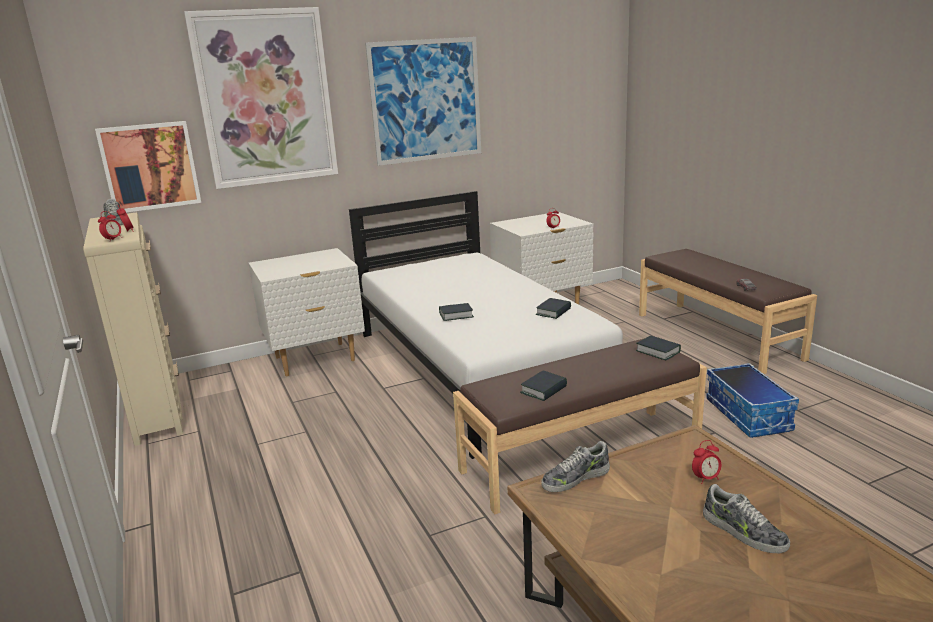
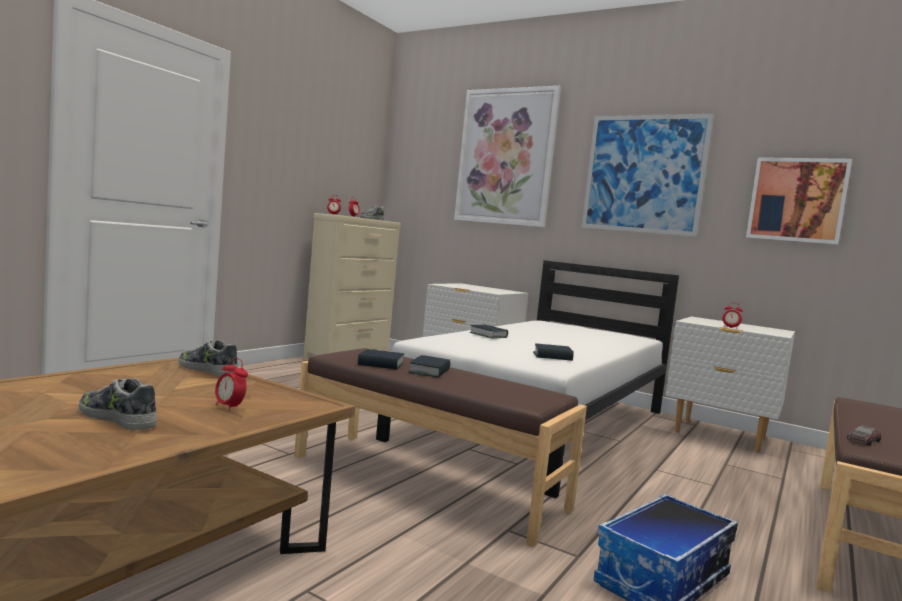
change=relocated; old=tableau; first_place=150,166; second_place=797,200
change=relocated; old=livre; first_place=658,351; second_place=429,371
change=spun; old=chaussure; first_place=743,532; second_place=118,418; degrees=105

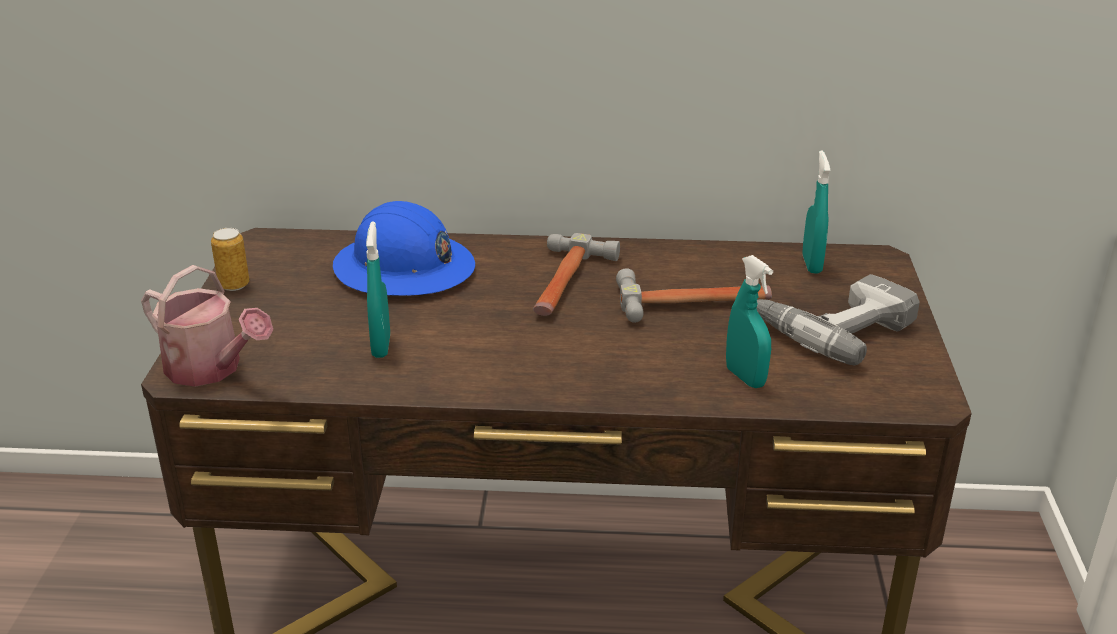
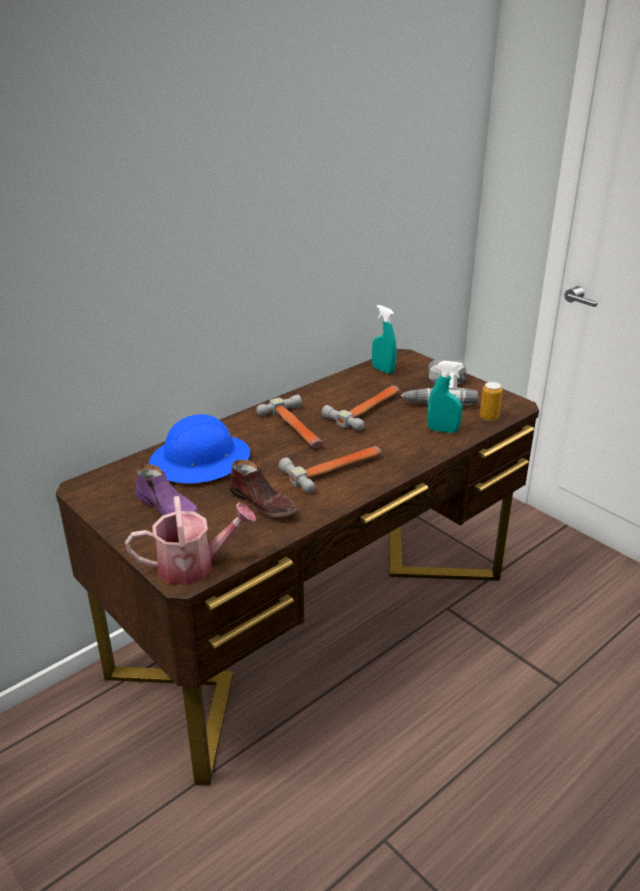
change=appeared; new=chaussure (violet); second_place=169,508
change=appeared; new=marteau; second_place=335,469
change=relocated; old=boîte métallique; first_place=234,285; second_place=489,417
change=exchanged; old=vaporisateur (turquoise); new=chaussure (marron); first_place=381,346; second_place=263,503

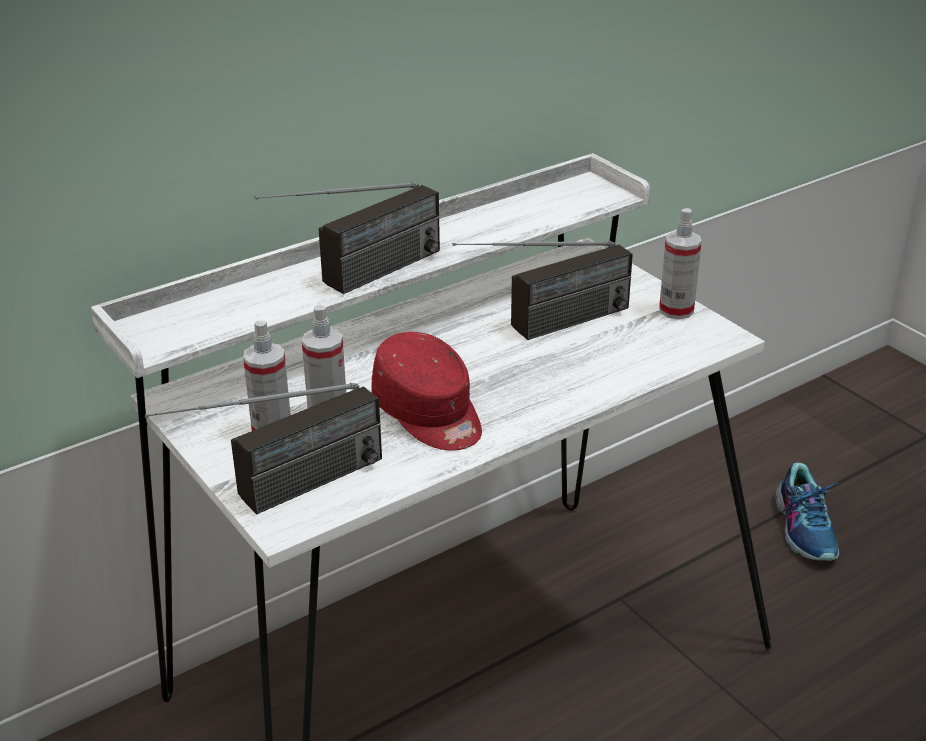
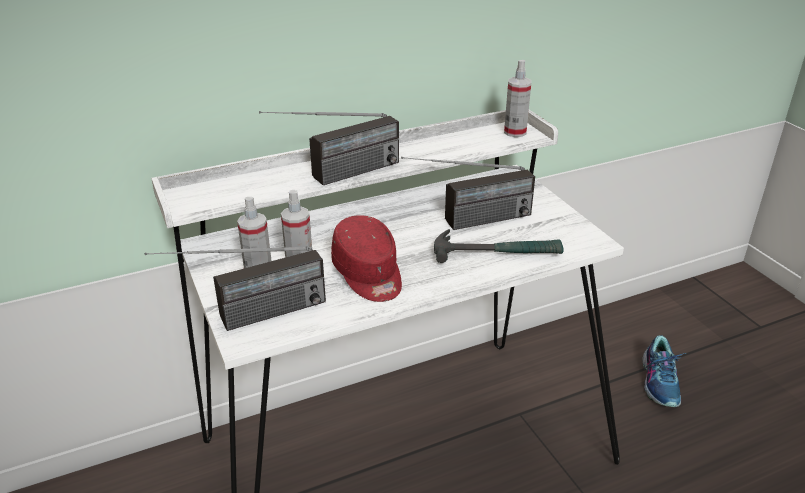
change=appeared; new=marteau; second_place=497,252
change=relocated; old=vaporisateur; first_place=676,310; second_place=515,132

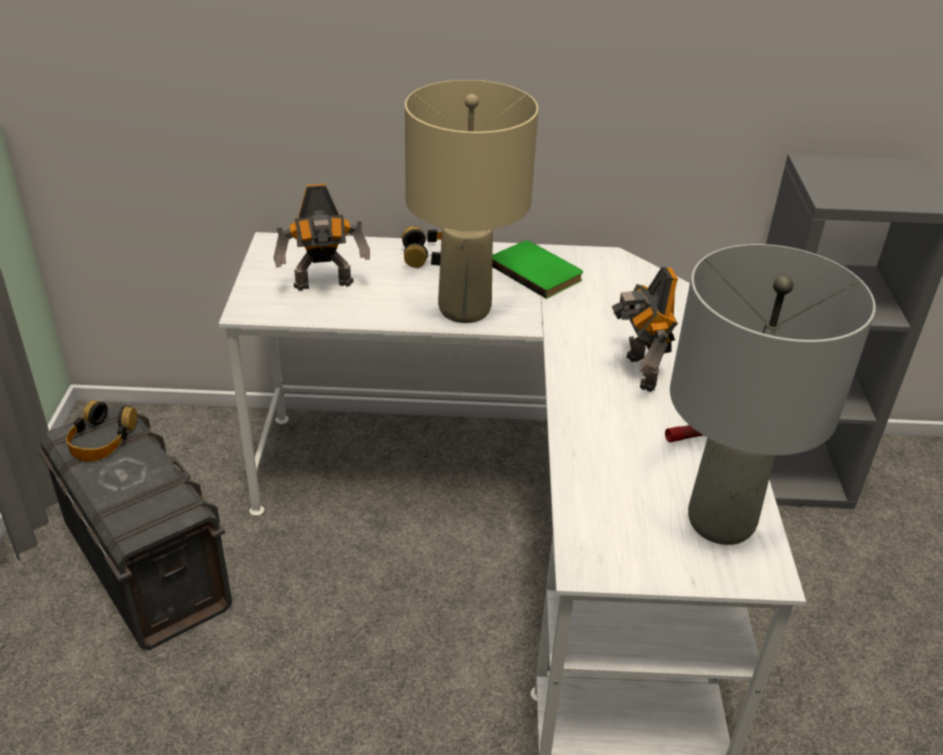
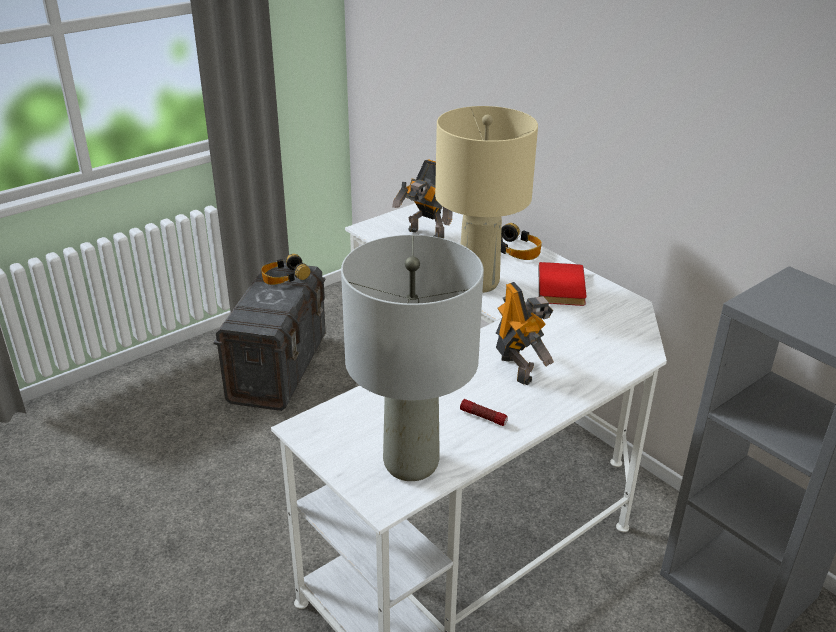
change=colour; old=livre (vert); new=livre (rouge); first_place=537,271; second_place=563,287
change=spun; old=robot jouet; first_place=638,372; second_place=518,368; degrees=120

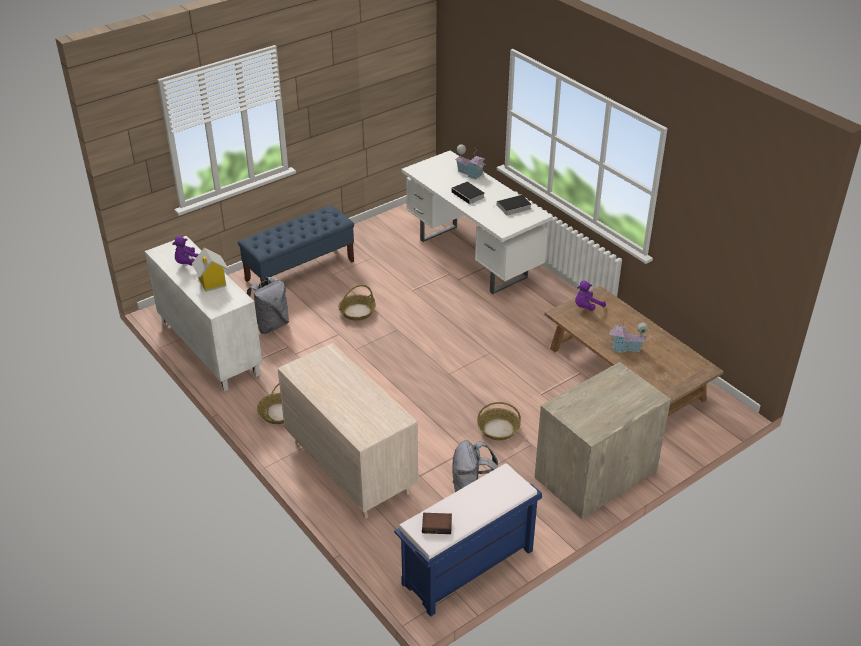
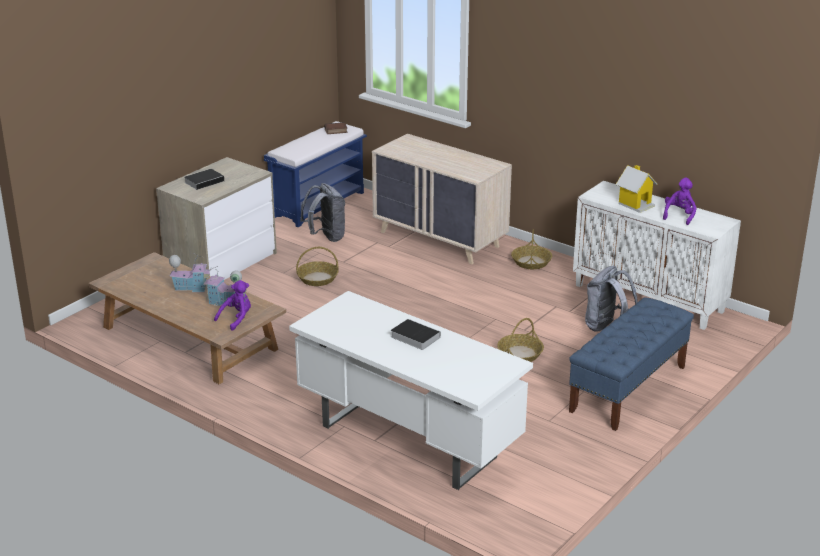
change=relocated; old=maison miniature; first_place=470,173; second_place=224,302
change=relocated; old=livre; first_place=513,207; second_place=205,181

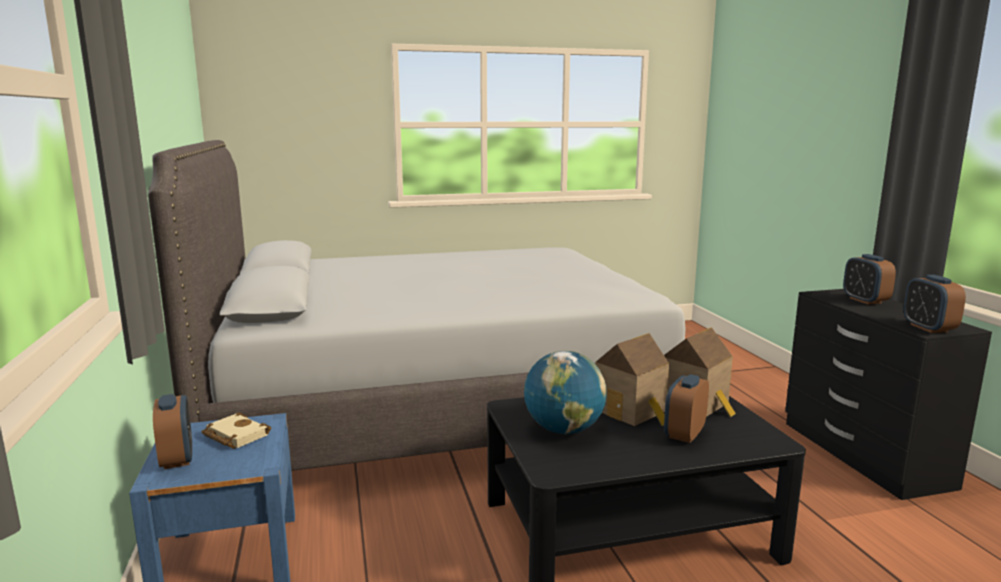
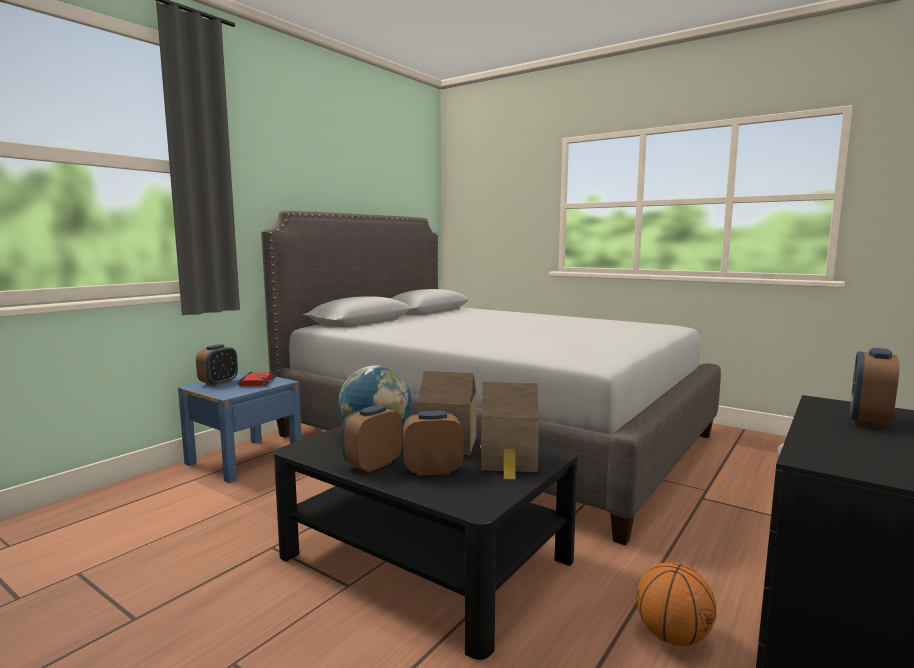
change=appeared; new=ballon de basket; second_place=673,636
change=relocated; old=réveil; first_place=928,328; second_place=373,464
change=colour; old=livre (beige); new=livre (rouge); first_place=234,436; second_place=256,382

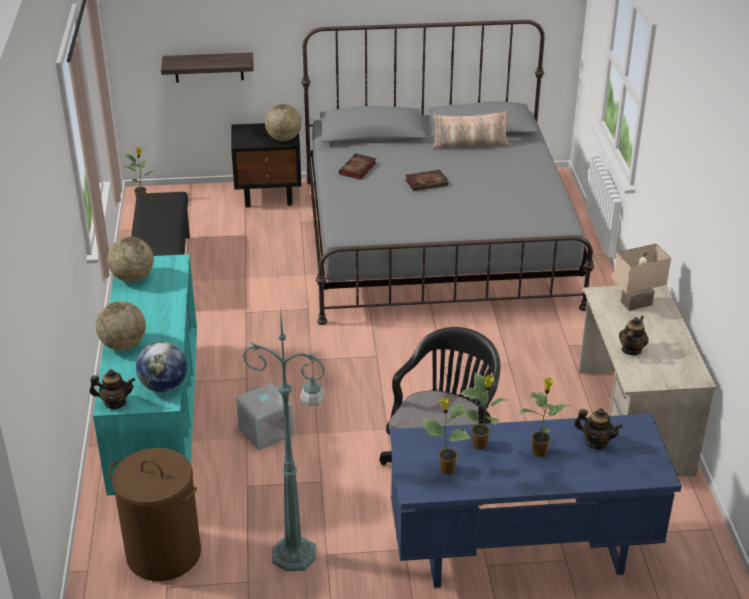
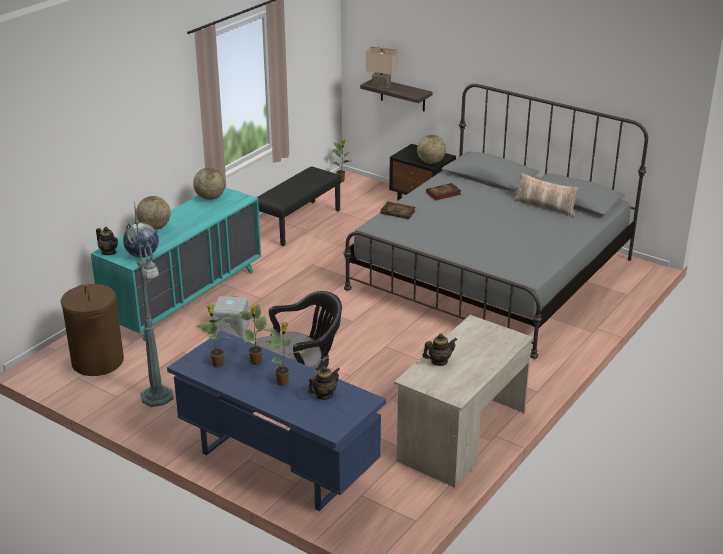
change=relocated; old=livre; first_place=427,182; second_place=399,212
change=relocated; old=lampe de table (beige); first_place=636,302; second_place=382,85
change=spun; old=théière; first_place=596,442; second_place=324,395; degrees=-105

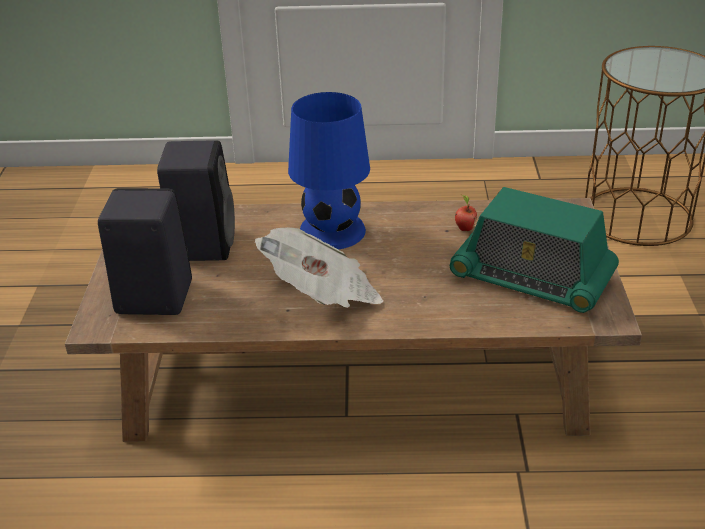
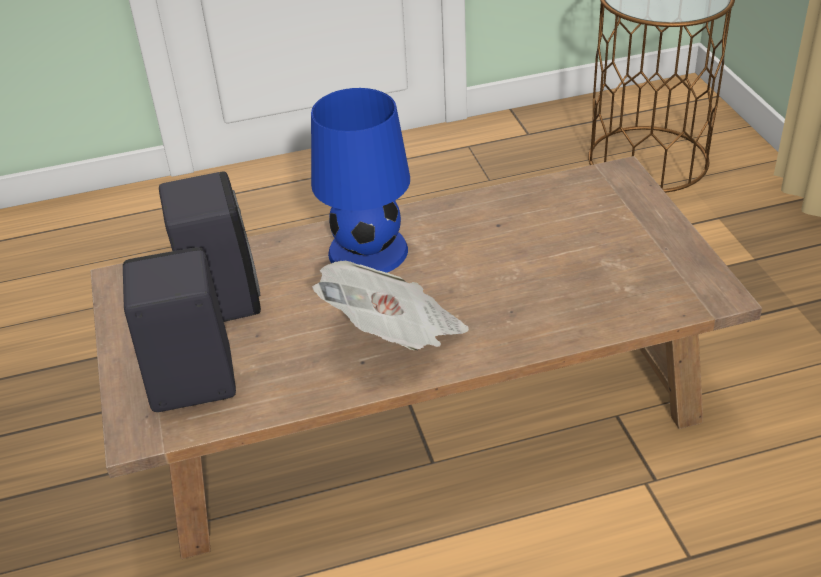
change=missing; old=radio; first_place=532,278
change=missing; old=pomme; first_place=464,228

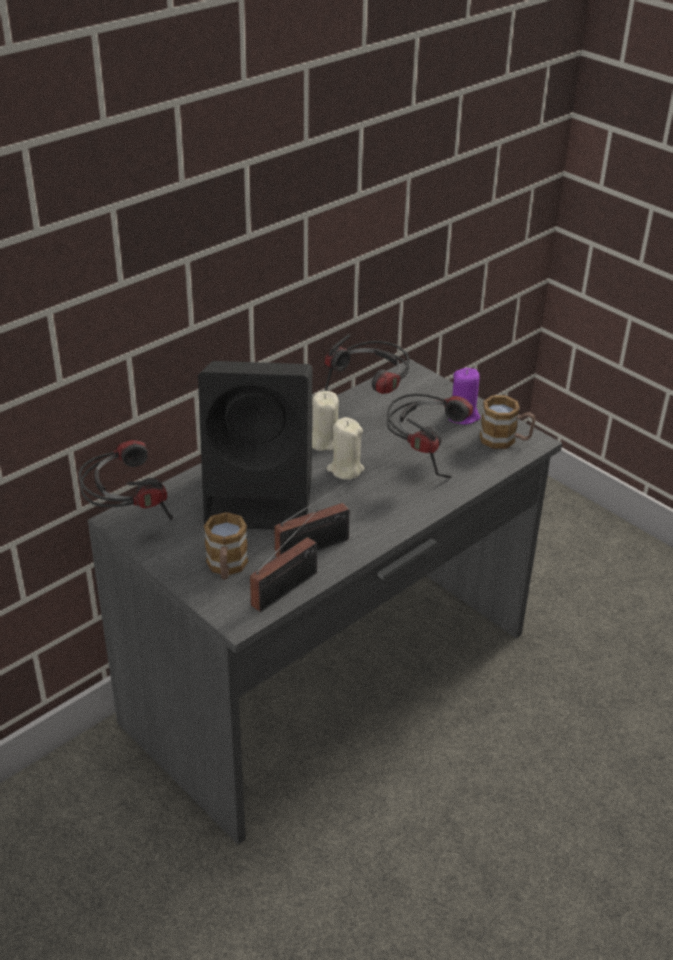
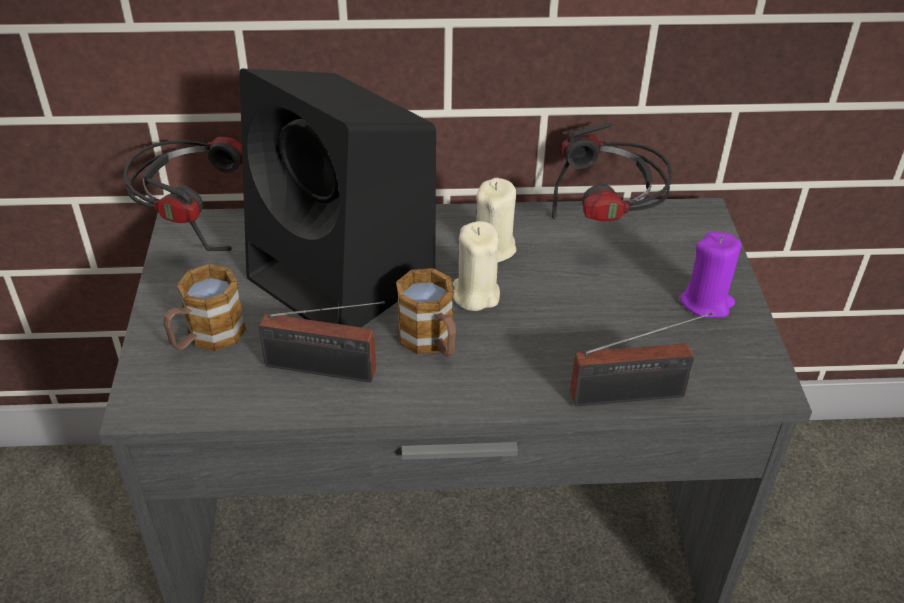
change=missing; old=casque audio; first_place=423,457
change=relocated; old=radio; first_place=288,587; second_place=634,395
change=relocated; old=mug; first_place=505,440; second_place=431,342

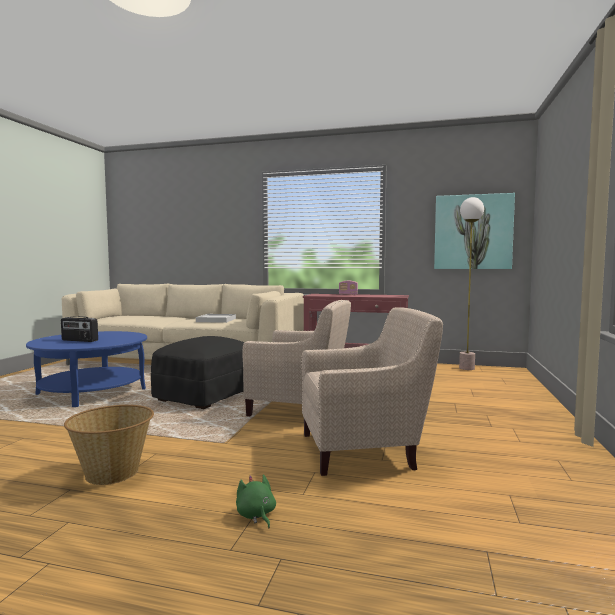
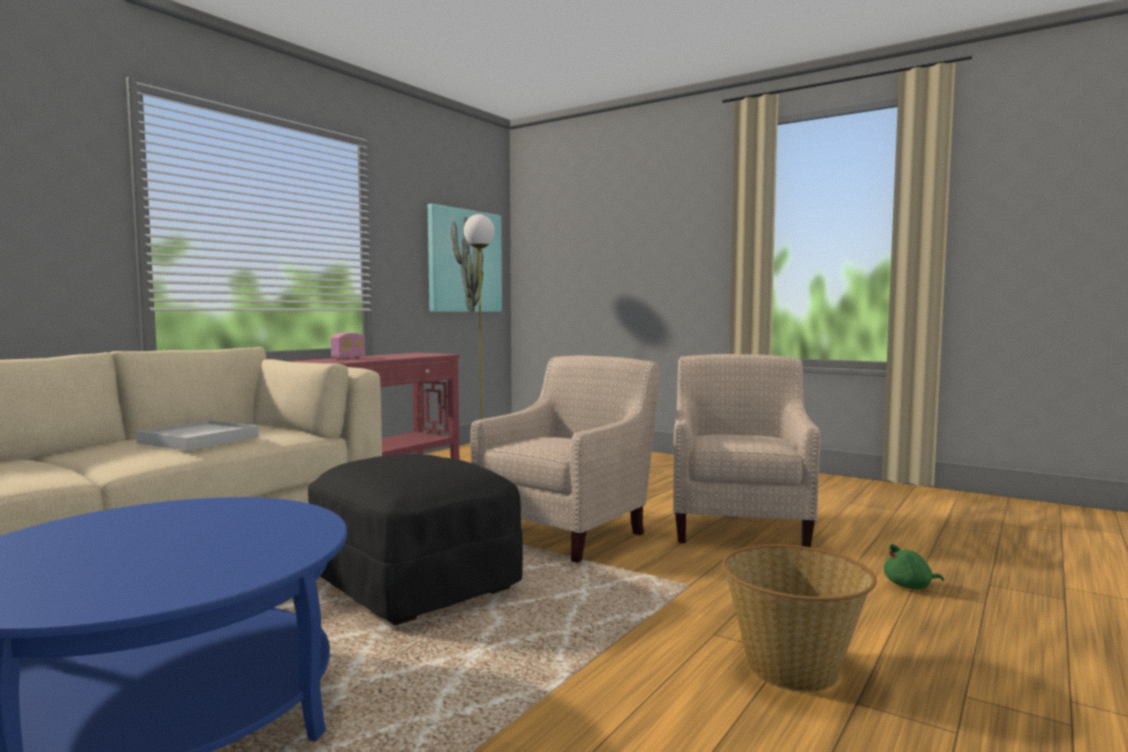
change=missing; old=radio; first_place=79,340

